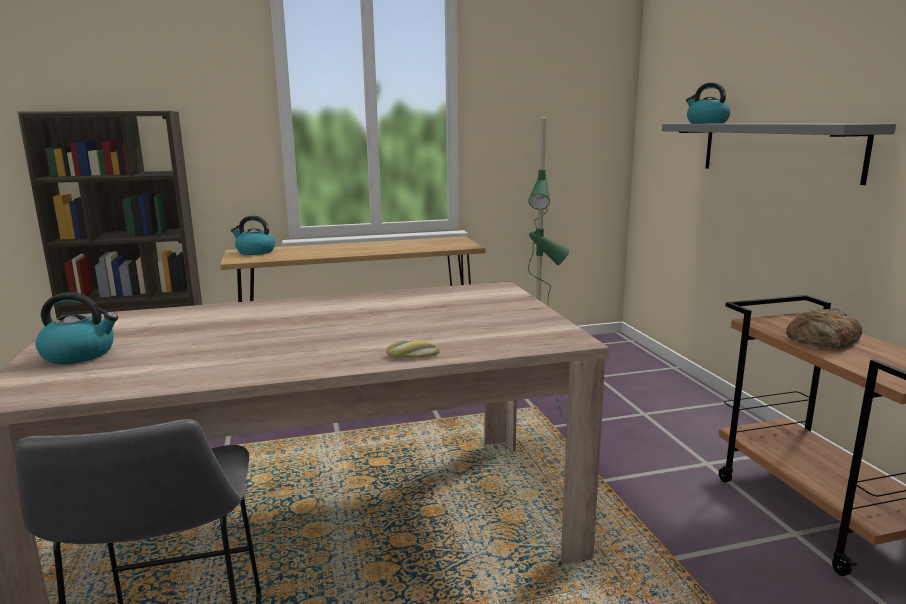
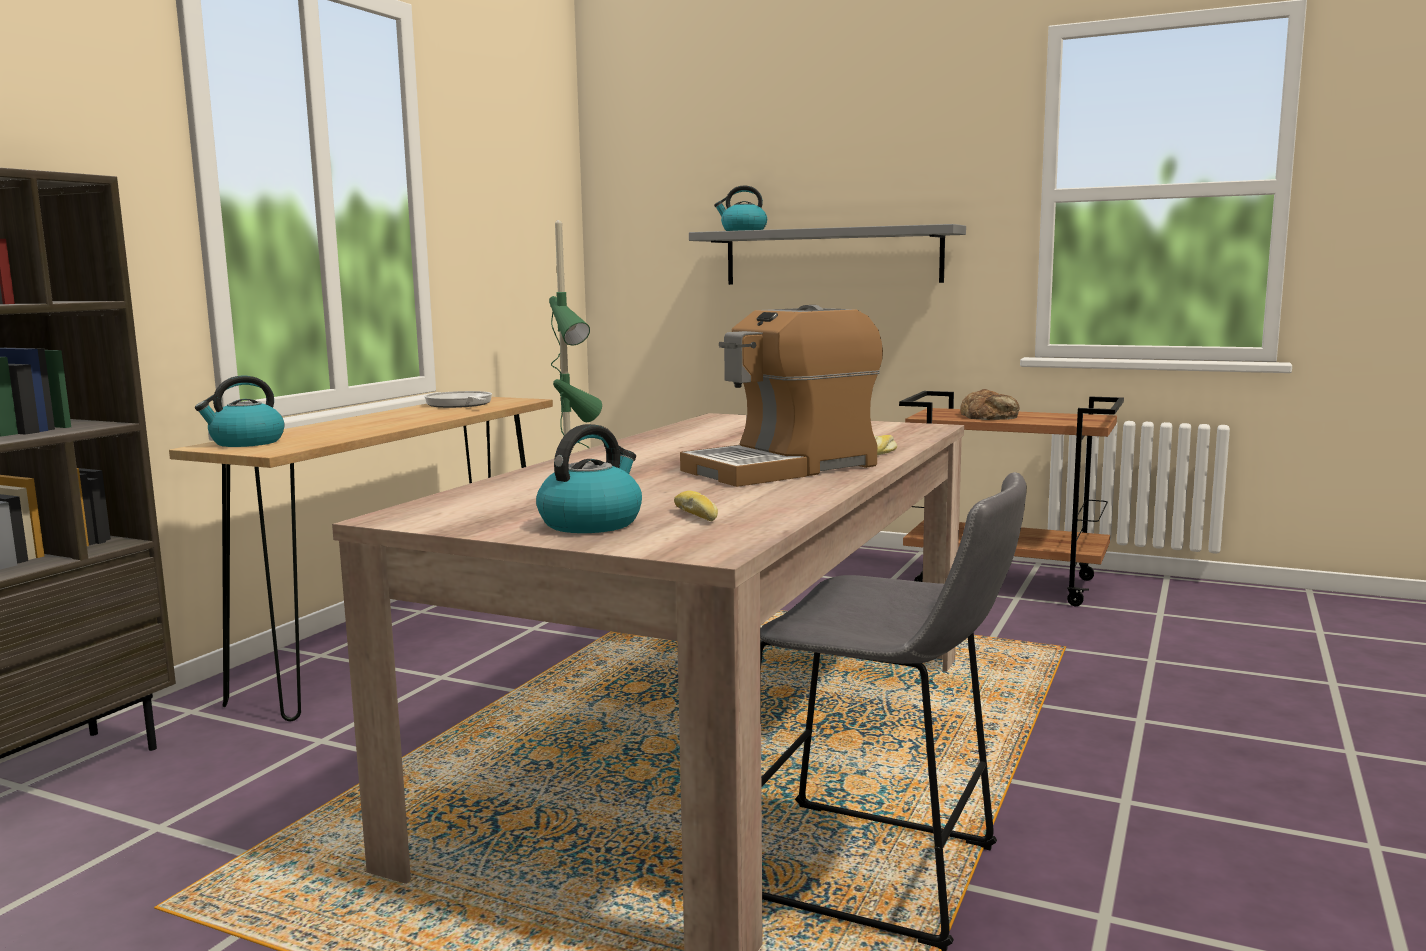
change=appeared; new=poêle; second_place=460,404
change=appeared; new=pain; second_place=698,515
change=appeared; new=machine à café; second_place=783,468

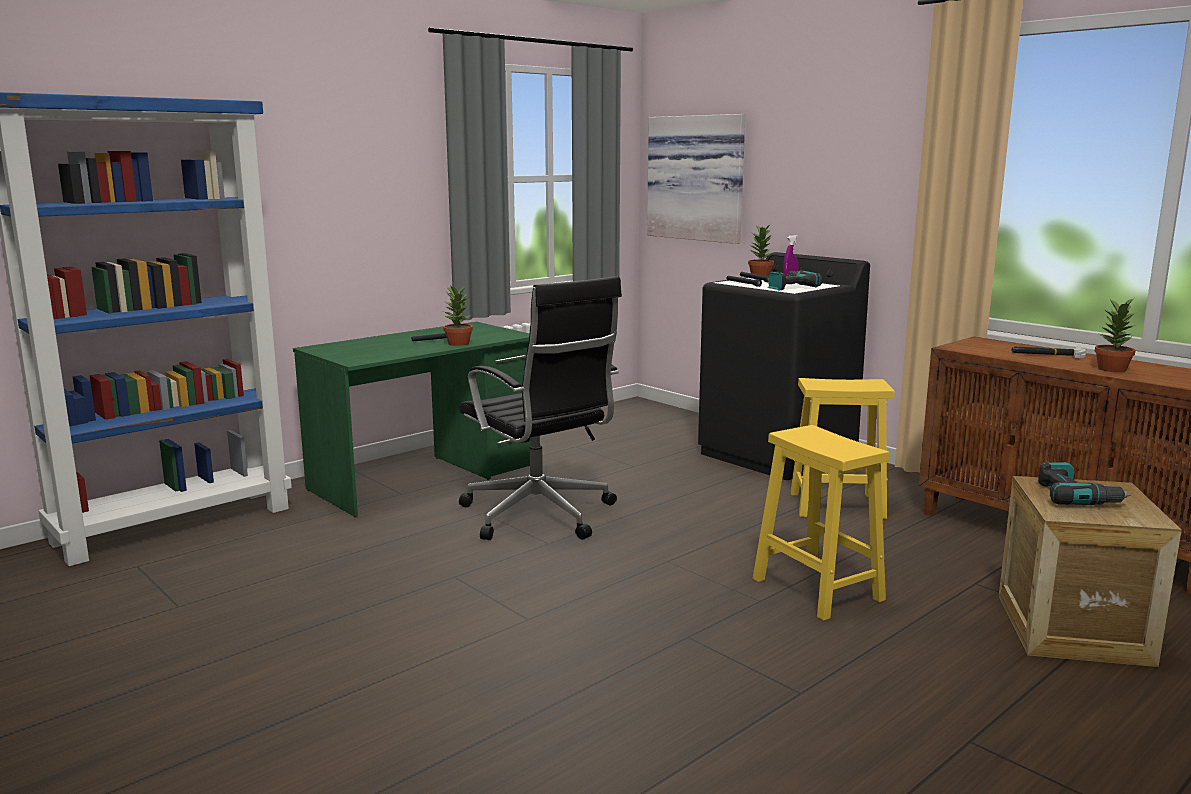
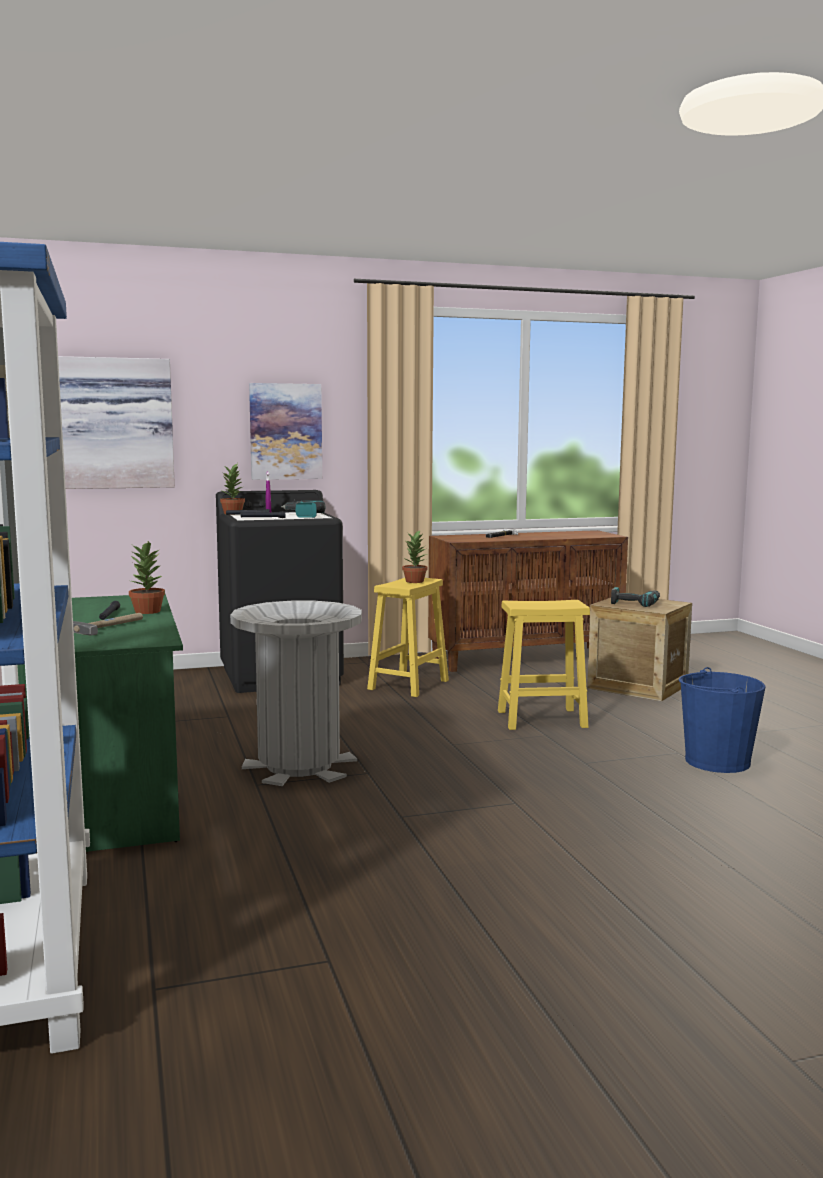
change=appeared; new=marteau; second_place=107,626
change=appeared; new=tableau; second_place=285,431
change=appeared; new=seau (bleu); second_place=716,761
change=relocated; old=plante en pot; first_place=1112,369; second_place=415,581
change=exchanged; old=chaise de bureau (noir); new=poubelle (gris); first_place=540,516; second_place=299,765

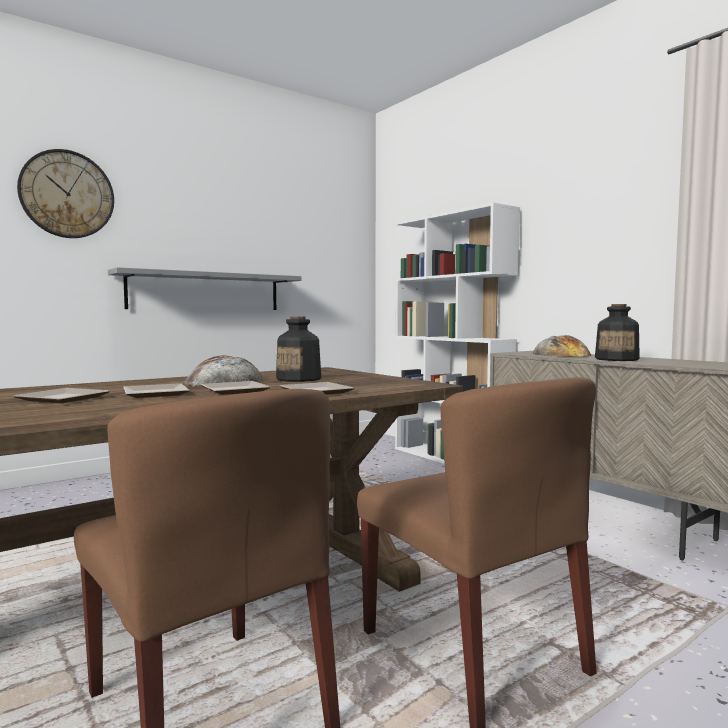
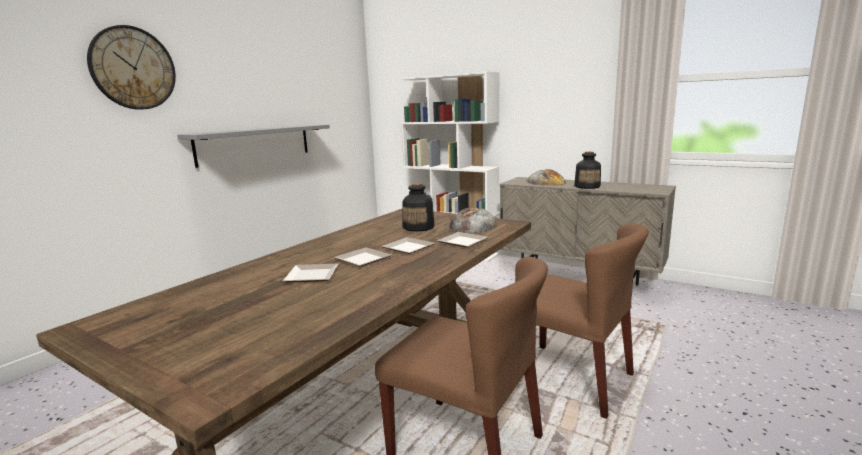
change=relocated; old=pain; first_place=224,381; second_place=472,225

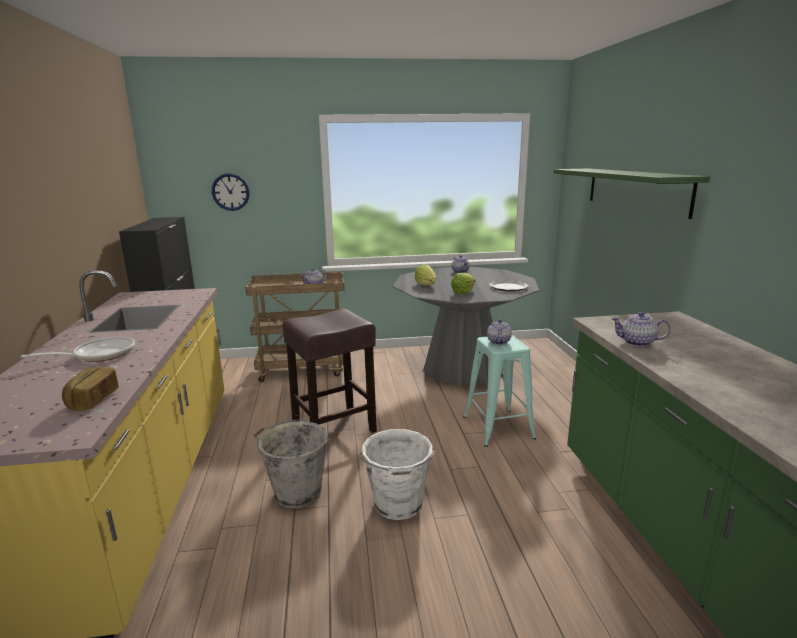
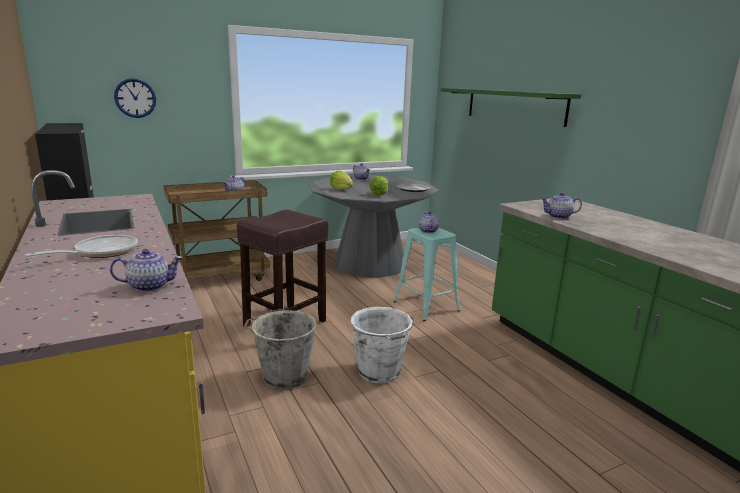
change=exchanged; old=pain; new=théière; first_place=92,400; second_place=150,286

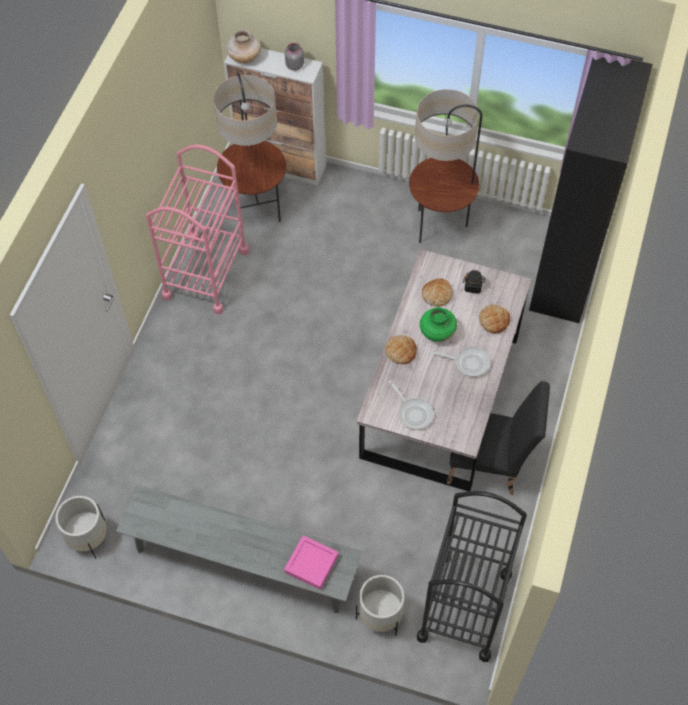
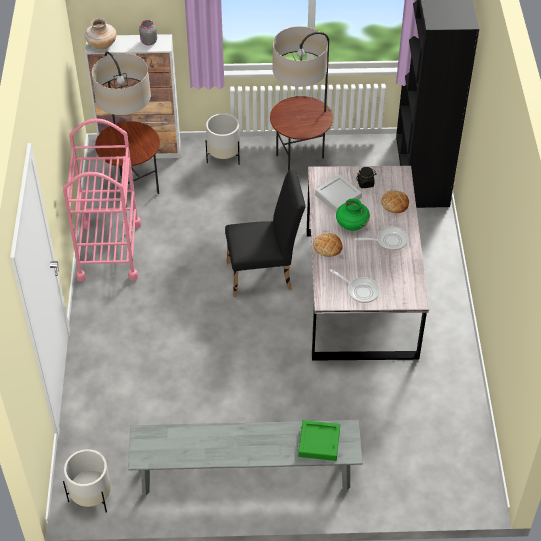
change=missing; old=chariot (noir); first_place=465,606
change=relocated; old=cache-pot (blanc); first_place=380,616; second_place=224,157
change=relocated; old=chaise (noir); first_place=489,467; second_place=265,275
change=exchanged; old=pain; new=plateau (gris); first_place=437,294; second_place=338,196
change=colour; old=plateau (rose); new=plateau (vert); first_place=311,564; second_place=319,442

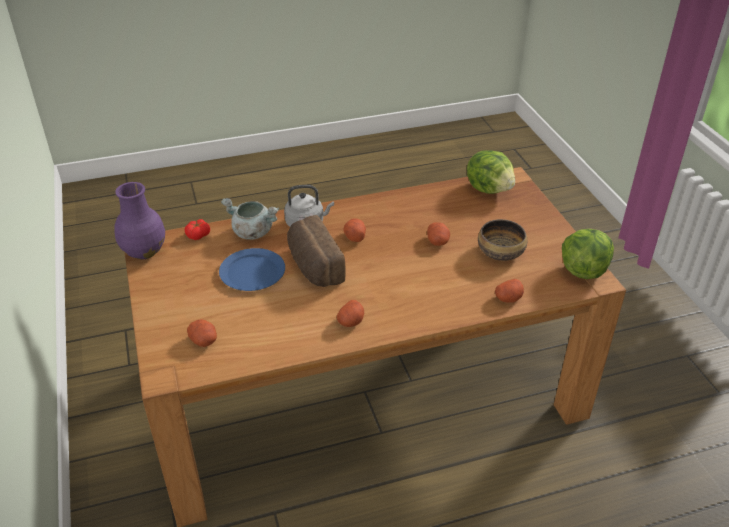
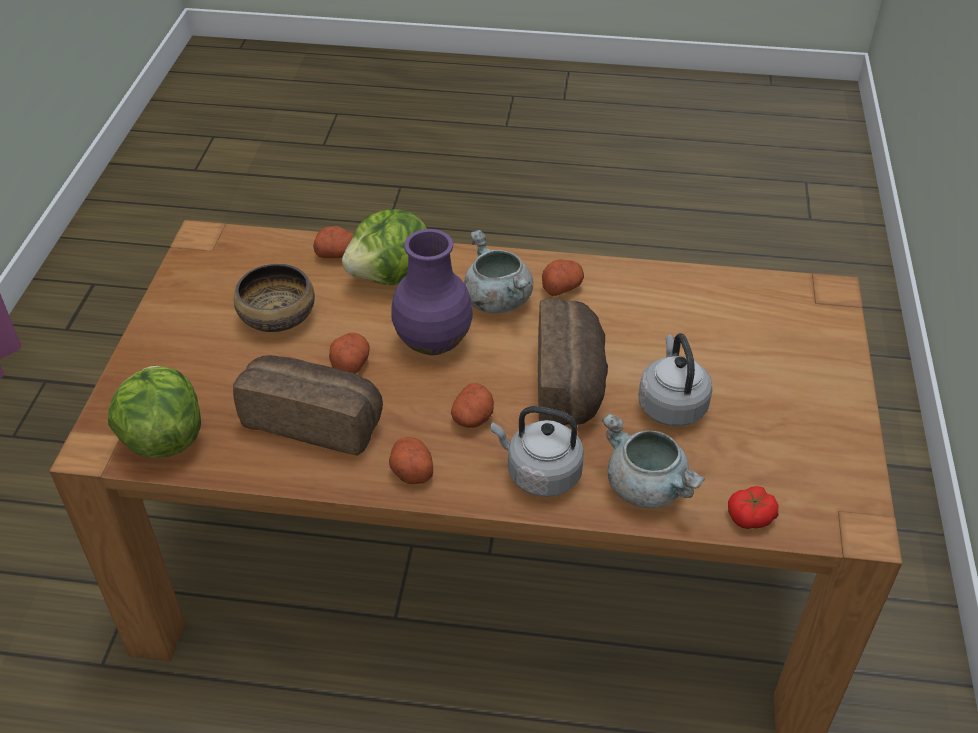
change=appeared; new=pain; second_place=314,419
change=appeared; new=marmite (gris); second_place=496,300
change=relocated; old=vase (violet); first_place=144,252; second_place=434,341
change=relocated; old=pomme de terre; first_place=204,340; second_place=411,470
change=relocated; old=laitue; first_place=583,270; second_place=392,277
change=exchanged; old=assiette (bleu); new=bouilloire (gris); first_place=253,272; second_place=671,404

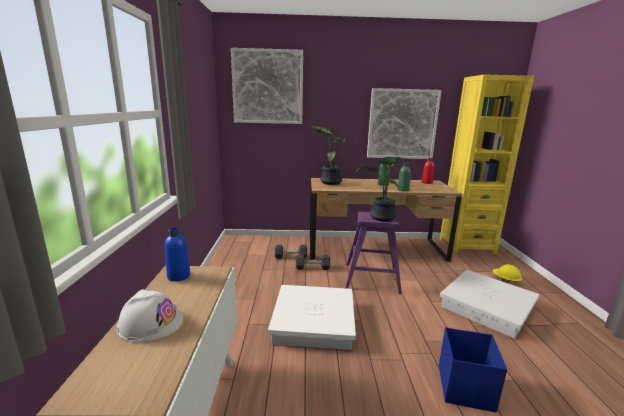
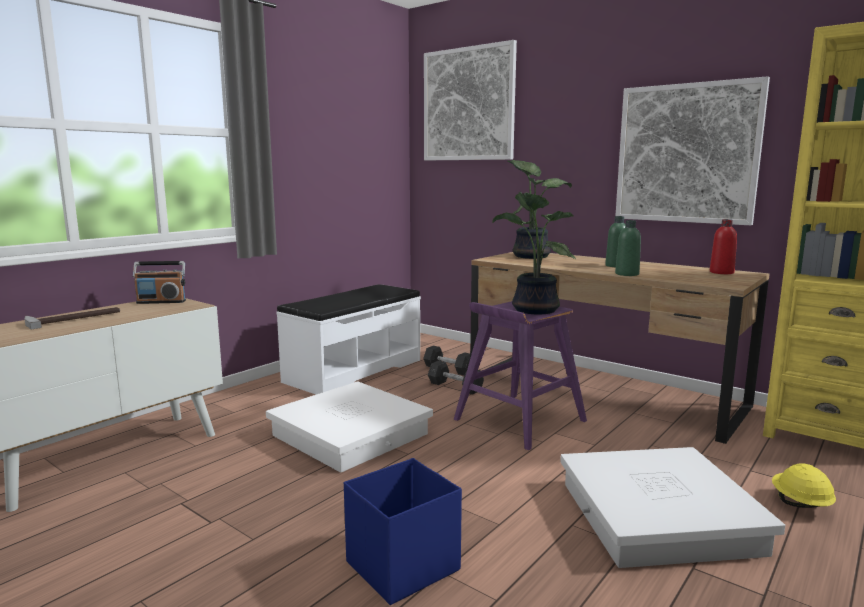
change=appeared; new=banc (blanc); second_place=353,370
change=exchanged; old=casque de chantier (blanc); new=marteau; first_place=151,323; second_place=74,318
change=exchanged; old=bouteille (bleu); new=radio; first_place=178,276; second_place=161,302

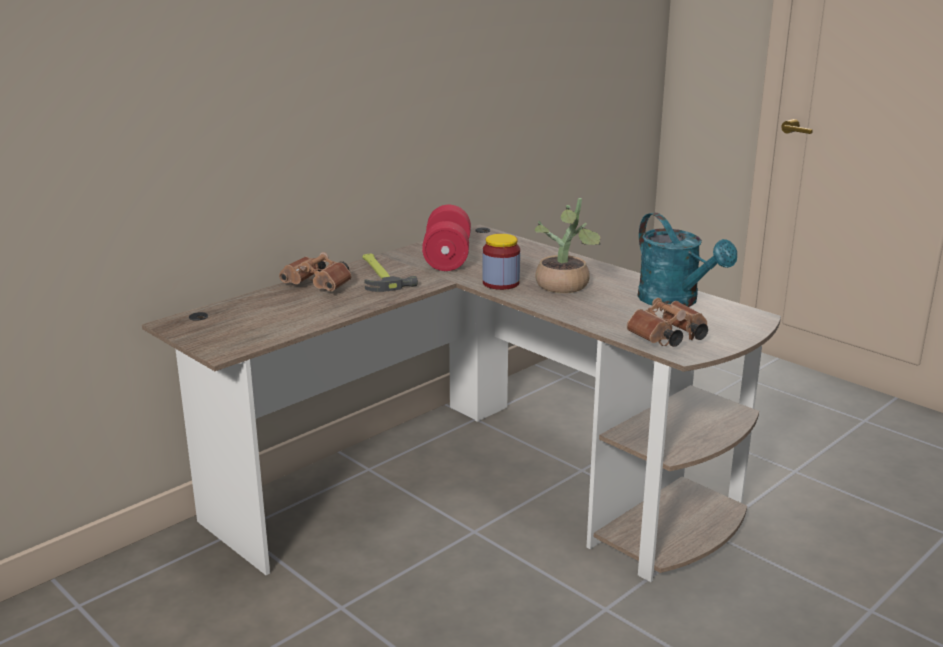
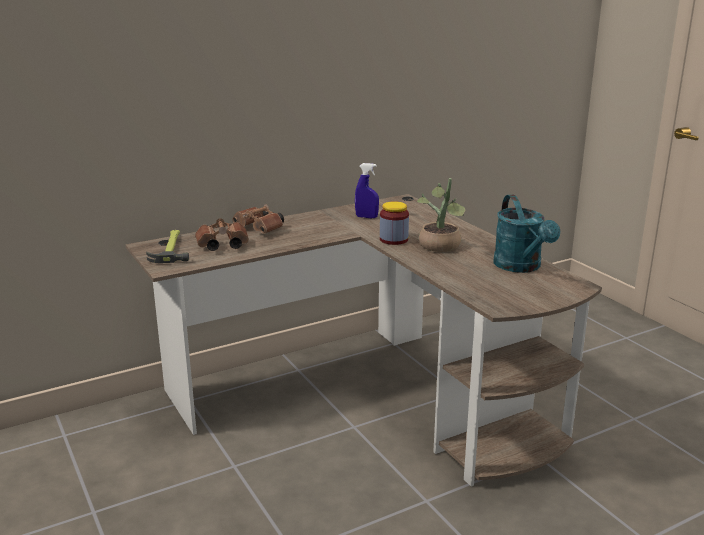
change=relocated; old=marteau; first_place=380,275; second_place=171,248
change=relocated; old=jumelles (marron); first_place=667,339; second_place=221,246
change=exchanged; old=haltère (rouge); new=vaporisateur (bleu); first_place=447,258; second_place=366,217

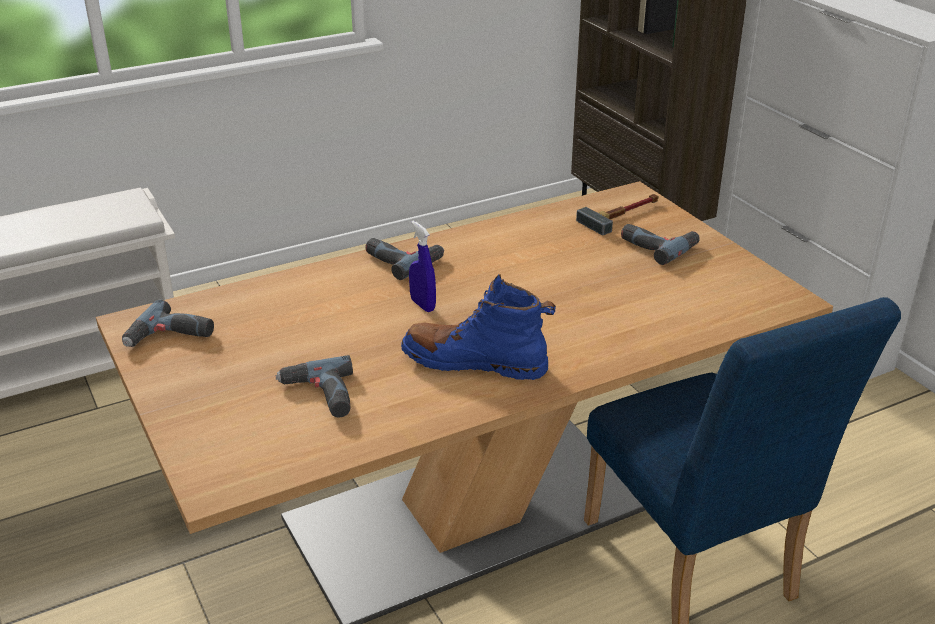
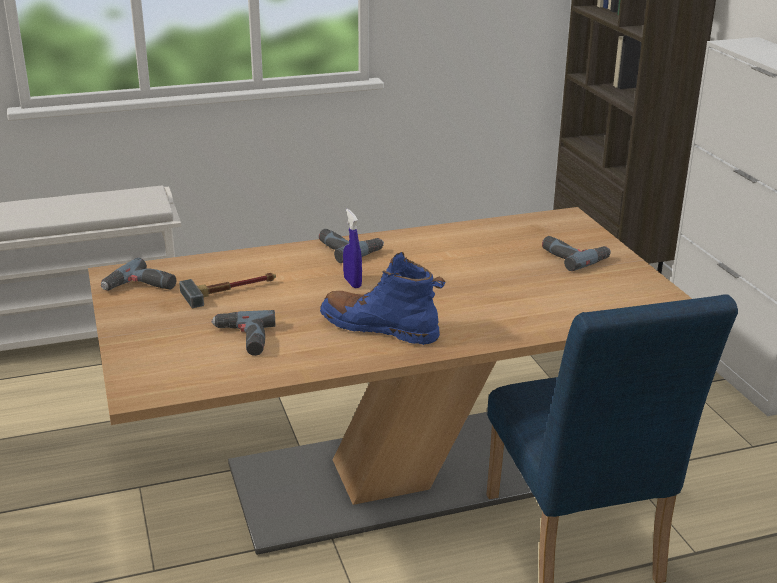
change=relocated; old=marteau; first_place=623,215; second_place=231,290

